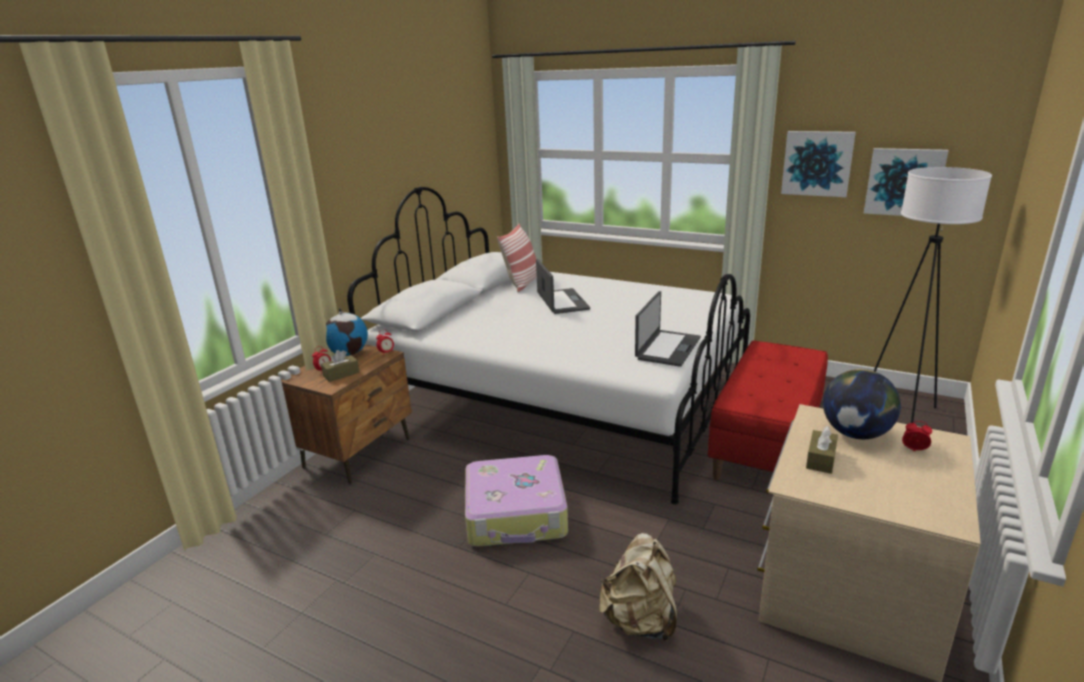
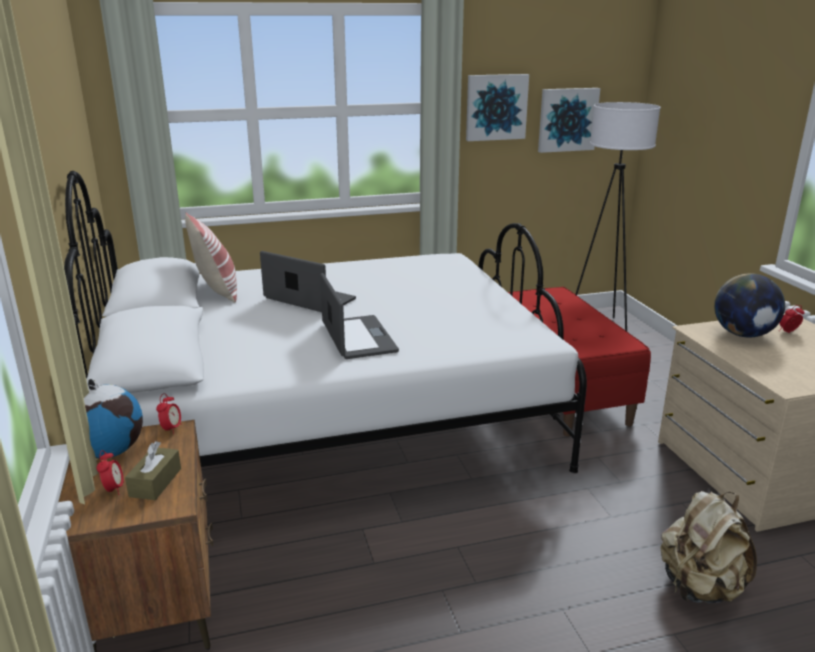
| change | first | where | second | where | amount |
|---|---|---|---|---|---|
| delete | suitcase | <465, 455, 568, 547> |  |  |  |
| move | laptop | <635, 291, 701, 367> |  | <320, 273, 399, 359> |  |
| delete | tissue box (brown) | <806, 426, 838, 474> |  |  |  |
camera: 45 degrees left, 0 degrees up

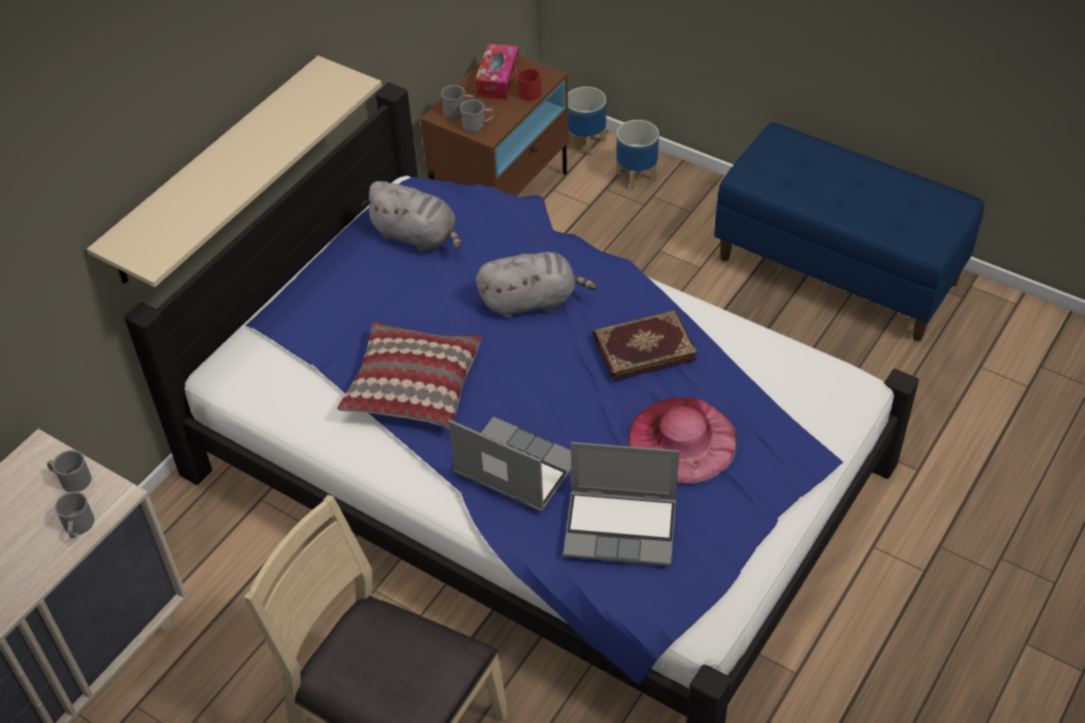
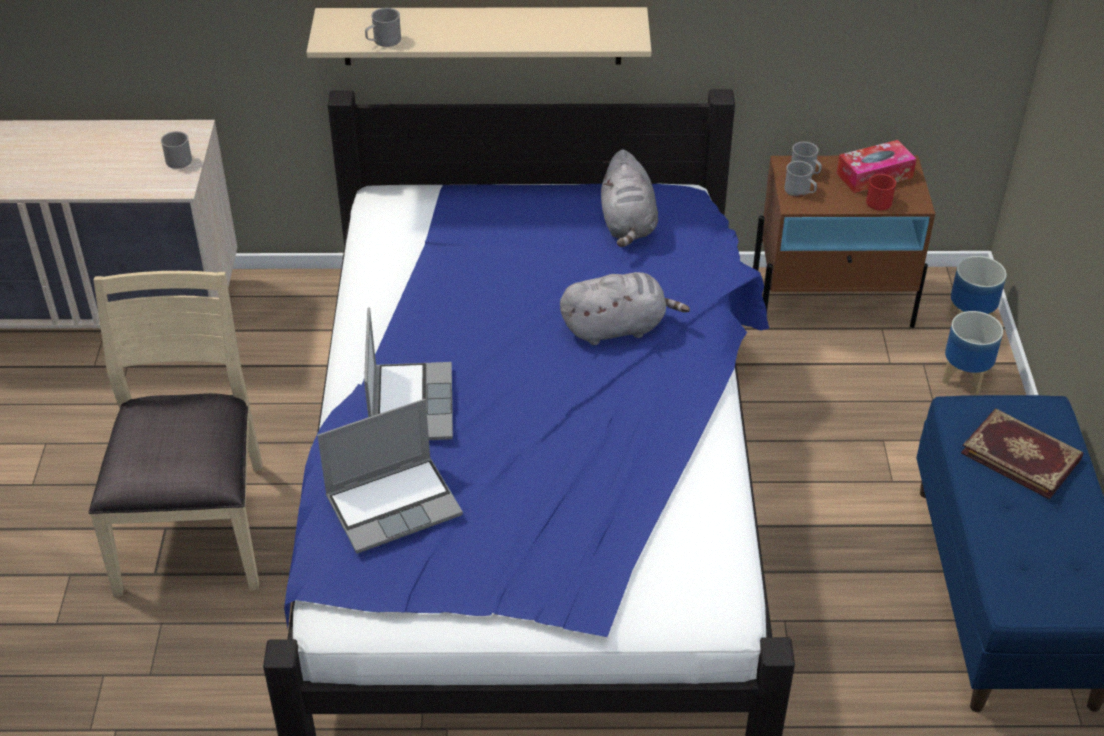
| change | first | where | second | where | amount |
|---|---|---|---|---|---|
| move | mug (grey) | <55, 491, 94, 538> |  | <365, 8, 401, 47> |  |
| delete | pillow | <337, 322, 482, 429> |  |  |  |
| rotate | plush toy (grey) | <476, 252, 597, 318> |  | <560, 272, 690, 345> | 60 degrees counterclockwise |
| rotate | laptop | <563, 442, 679, 566> |  | <317, 399, 463, 554> | 90 degrees counterclockwise |
| move | book | <593, 310, 697, 381> |  | <961, 408, 1084, 500> |  |
| delete | hat (pink) | <628, 397, 738, 484> |  |  |  |
camera: 55 degrees right, 5 degrees down

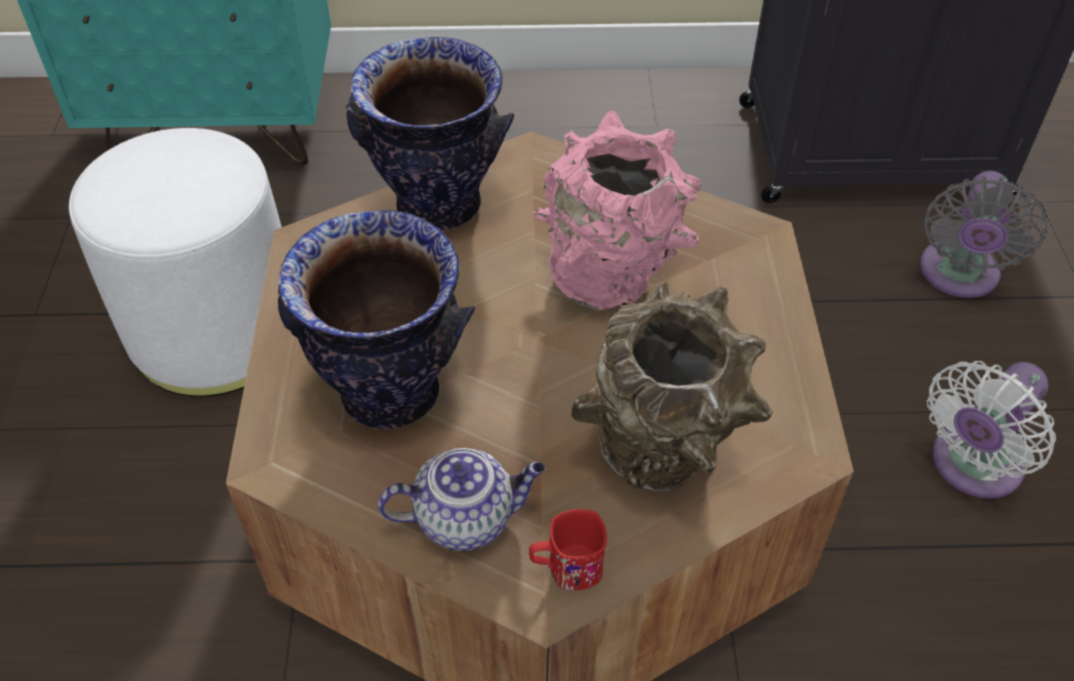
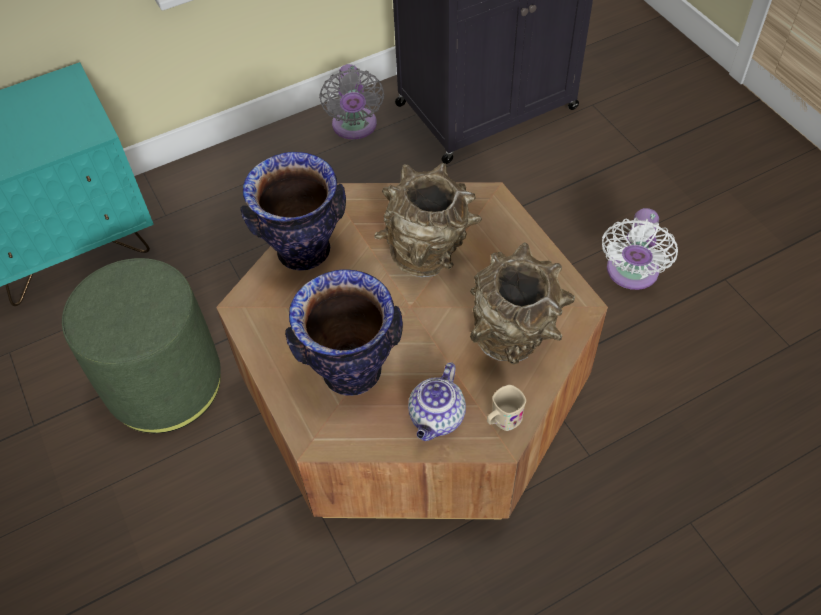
| change | first | where | second | where | amount |
|---|---|---|---|---|---|
| recolor | ottoman (white) | <69, 128, 282, 397> | ottoman (green) | <62, 258, 221, 433> |  |
| rotate | teapot | <378, 448, 545, 551> |  | <408, 362, 466, 441> | 150 degrees clockwise |
| recolor | mug (red) | <529, 509, 607, 590> | mug (beige) | <487, 385, 526, 431> |  |
| recolor | vase (pink) | <533, 111, 701, 310> | vase (brown) | <374, 163, 482, 277> |  |
| move | fan (grey) | <920, 171, 1047, 298> |  | <319, 64, 384, 140> |  |
camera: 25 degrees left, 5 degrees up

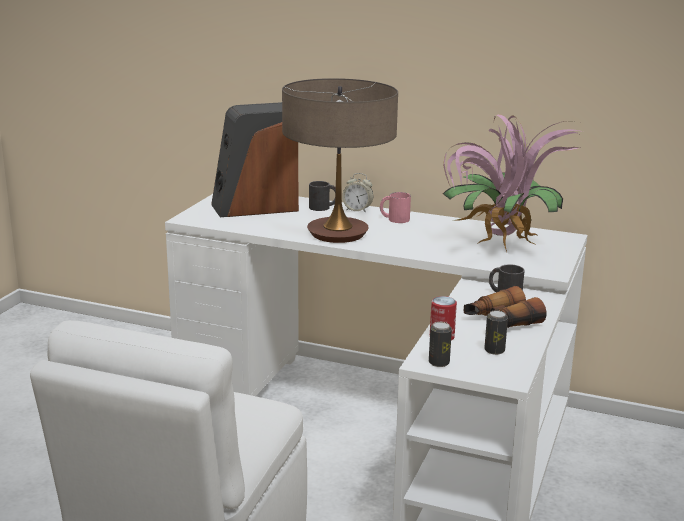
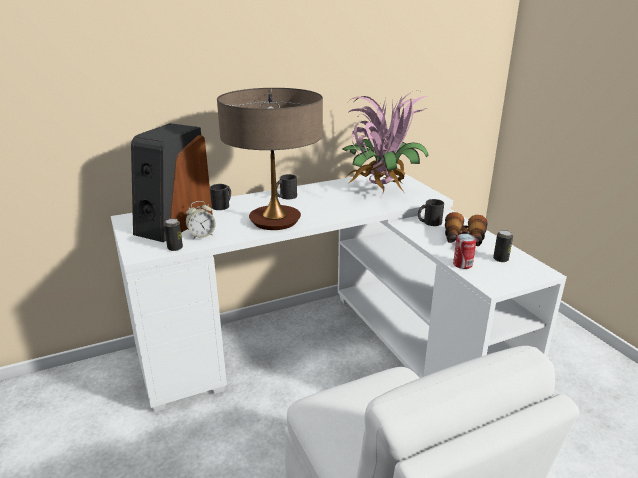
| change | first | where | second | where | amount |
|---|---|---|---|---|---|
| move | alarm clock | <342, 173, 373, 213> |  | <186, 201, 216, 239> |  |
| recolor | mug (pink) | <380, 192, 411, 223> | mug (black) | <276, 174, 297, 200> |  |
| move | can | <429, 322, 452, 367> |  | <164, 219, 183, 251> |  |
camera: 45 degrees left, 5 degrees up

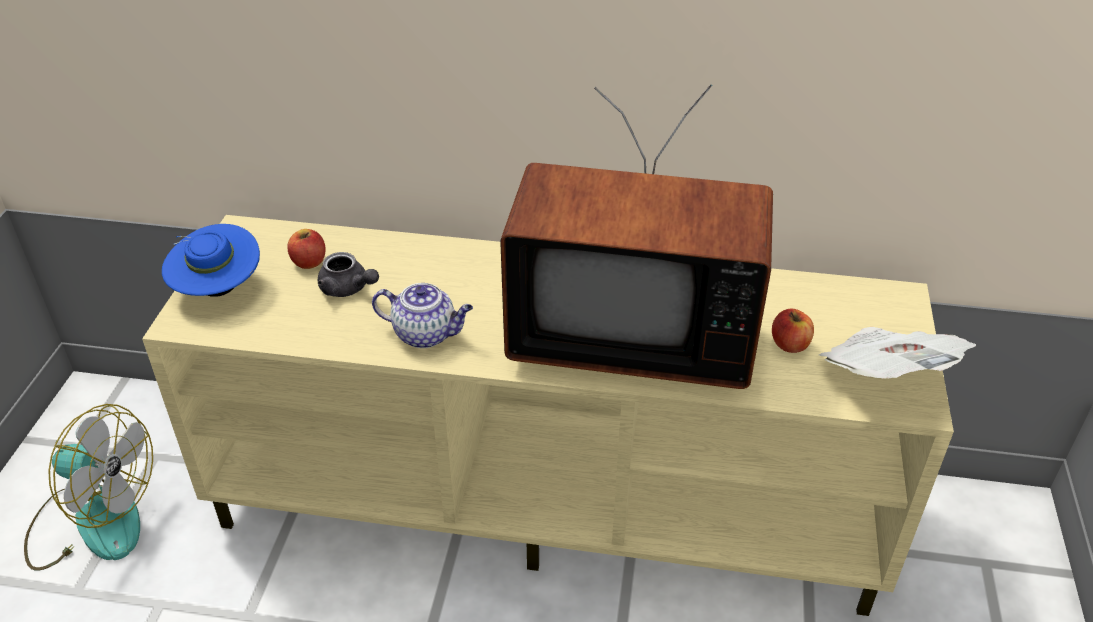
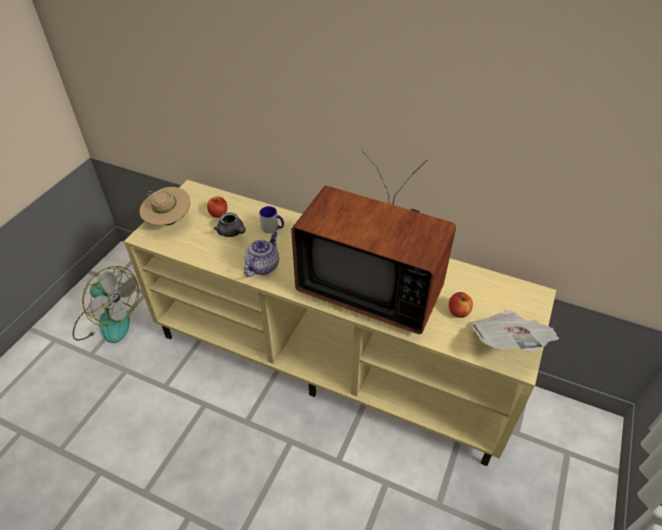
| change | first | where | second | where | amount |
|---|---|---|---|---|---|
| recolor | hat (blue) | <162, 224, 260, 297> | hat (beige) | <139, 187, 190, 225> |  |
| rotate | teapot | <372, 283, 473, 348> |  | <244, 232, 279, 277> | 90 degrees counterclockwise |
| insert |  |  | mug | <259, 206, 284, 233> |  |
camera: 15 degrees right, 5 degrees up

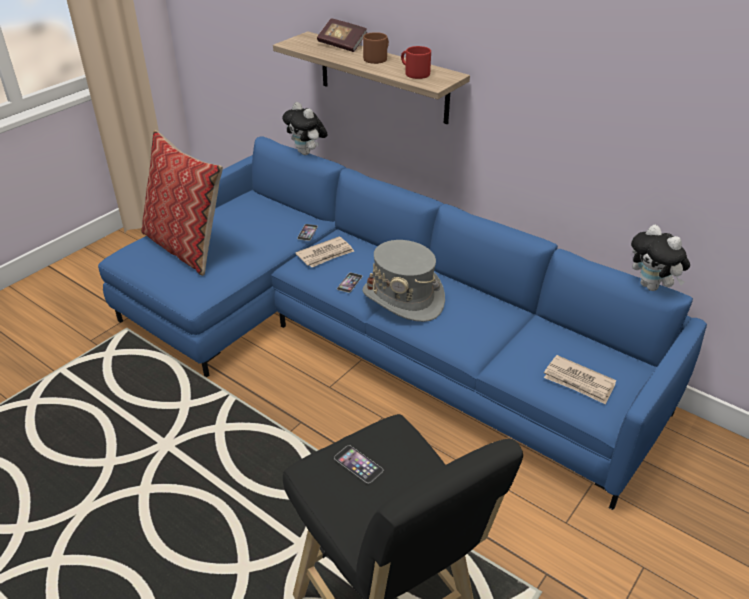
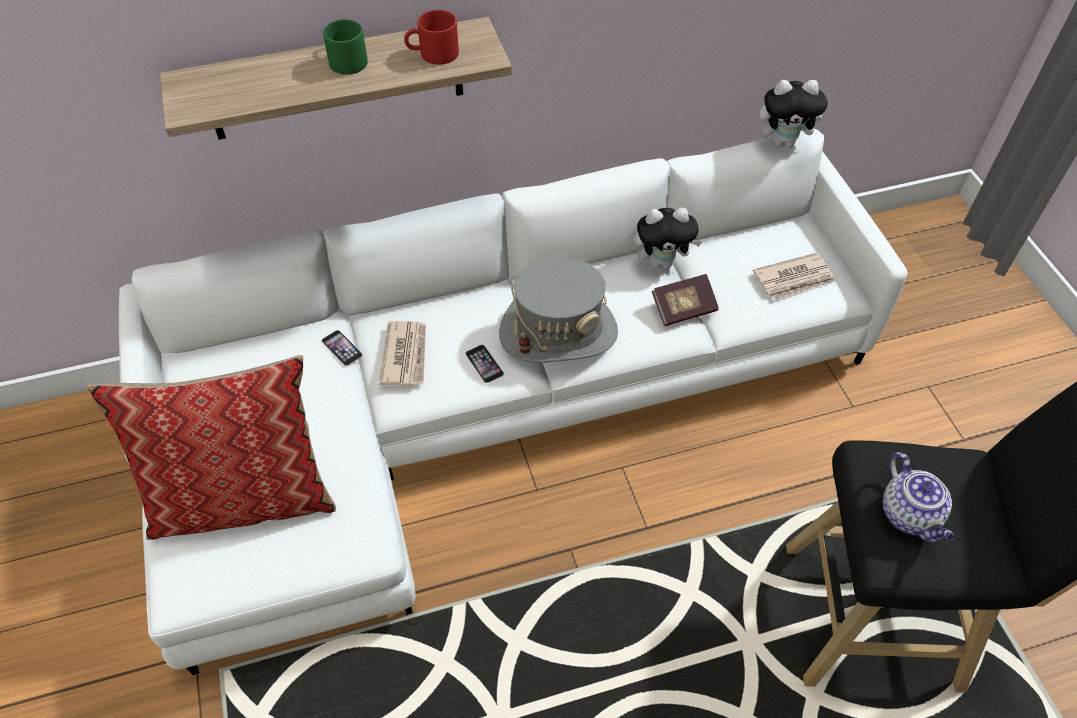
| change | first | where | second | where | amount |
|---|---|---|---|---|---|
| recolor | sofa (blue) | <98, 137, 707, 510> | sofa (white) | <119, 129, 908, 675> |  |
| move | plush toy | <282, 102, 328, 155> |  | <634, 208, 702, 268> |  |
| move | book | <317, 18, 367, 52> |  | <652, 274, 719, 326> |  |
| replace | phone | <334, 445, 383, 484> | teapot | <883, 452, 954, 543> |  |
| recolor | mug (brown) | <363, 32, 389, 64> | mug (green) | <323, 19, 368, 75> |  |
camera: 55 degrees left, 15 degrees up

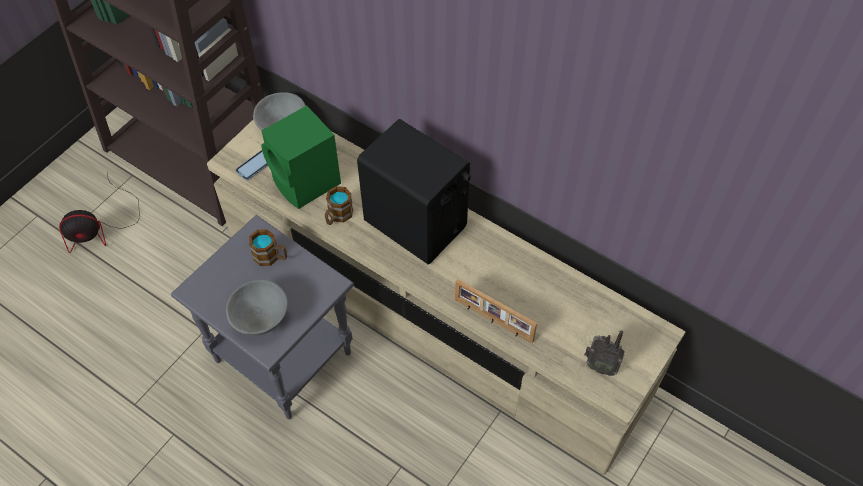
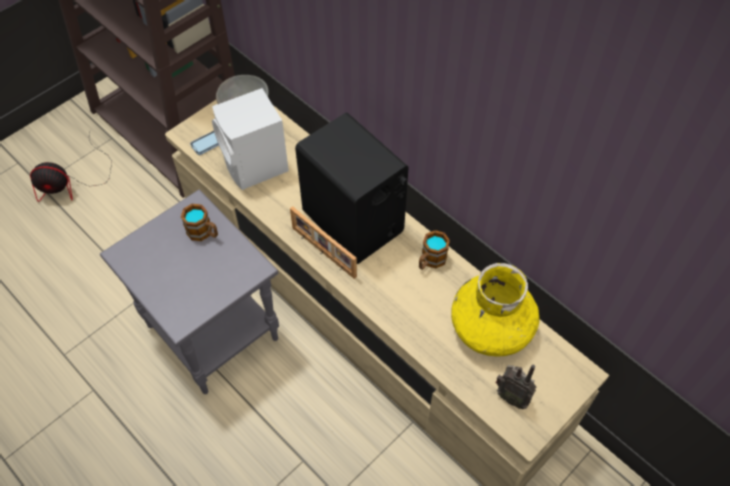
| change | first | where | second | where | amount |
|---|---|---|---|---|---|
| delete | bowl (grey) | <226, 280, 288, 336> |  |  |  |
| recolor | speaker (green) | <261, 106, 341, 209> | speaker (white) | <212, 88, 289, 190> |  |
| move | mug | <325, 186, 353, 225> |  | <419, 230, 450, 270> |  |
| move | picture frame | <455, 279, 537, 343> |  | <290, 206, 357, 279> |  |
| insert |  |  | vase (yellow) | <451, 263, 539, 357> |  |
camera: 10 degrees right, 0 degrees up

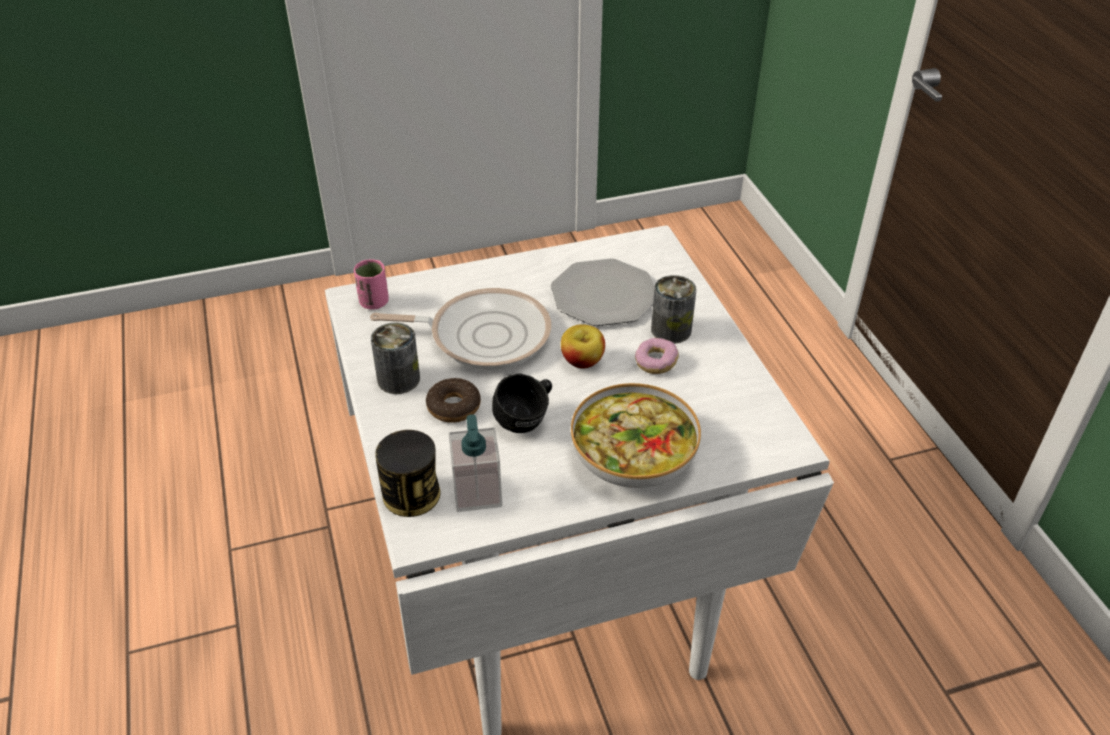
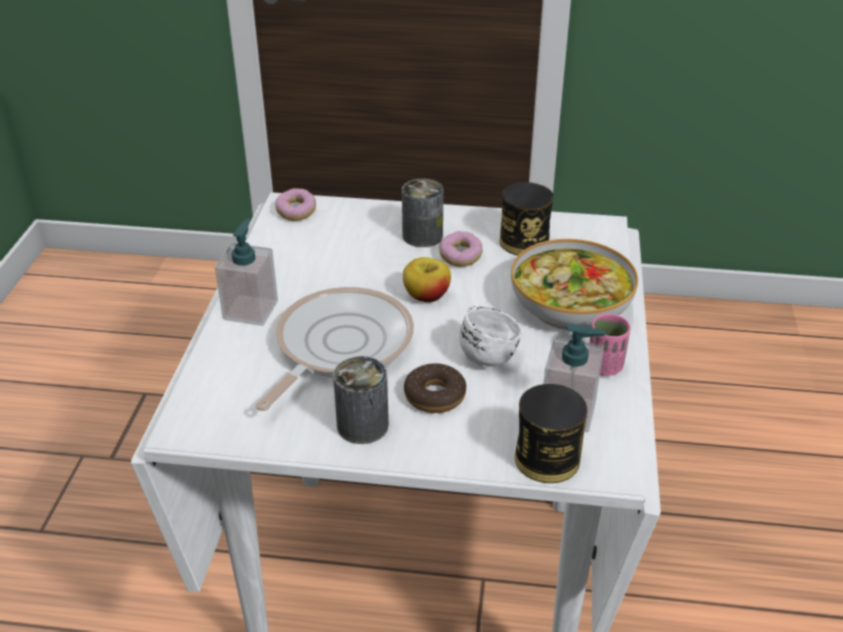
| change | first | where | second | where | amount |
|---|---|---|---|---|---|
| move | cup (pink) | <354, 259, 389, 310> |  | <589, 314, 631, 376> |  |
| recolor | mug (black) | <492, 373, 552, 433> | mug (white) | <459, 306, 523, 368> |  |
| delete | plate | <551, 258, 655, 326> |  |  |  |
| insert |  |  | soap dispenser | <215, 219, 278, 326> |  |
| insert |  |  | donut | <275, 188, 316, 221> |  |
| insert |  |  | can | <500, 182, 554, 255> |  |
camera: 65 degrees left, 5 degrees down

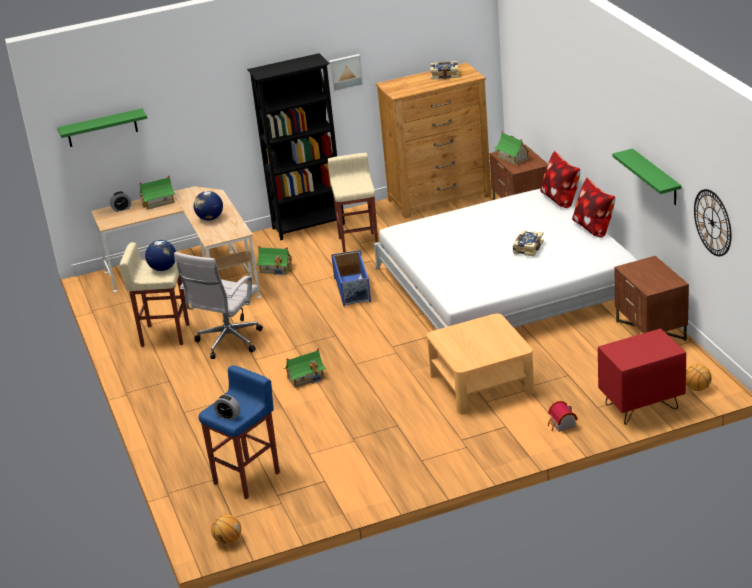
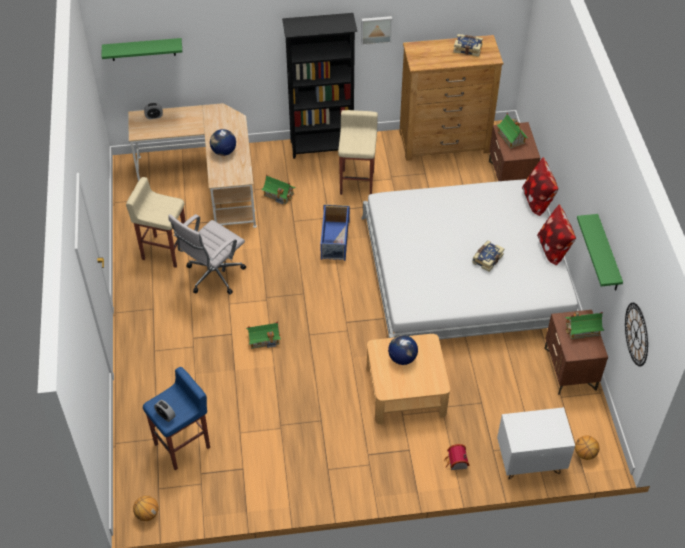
| change | first | where | second | where | amount |
|---|---|---|---|---|---|
| move | toy house | <139, 175, 175, 210> |  | <565, 312, 604, 339> |  |
| move | globe | <145, 240, 176, 271> |  | <388, 335, 418, 365> |  |
| recolor | nightstand (red) | <598, 328, 686, 425> | nightstand (white) | <497, 407, 575, 479> |  |
camera: 10 degrees right, 20 degrees up

